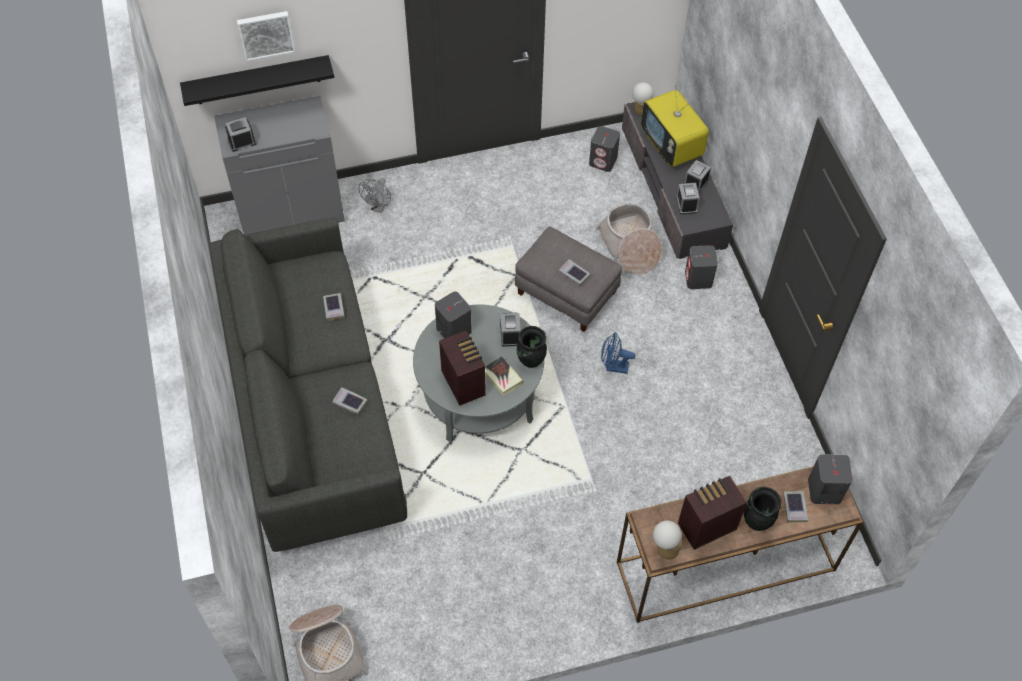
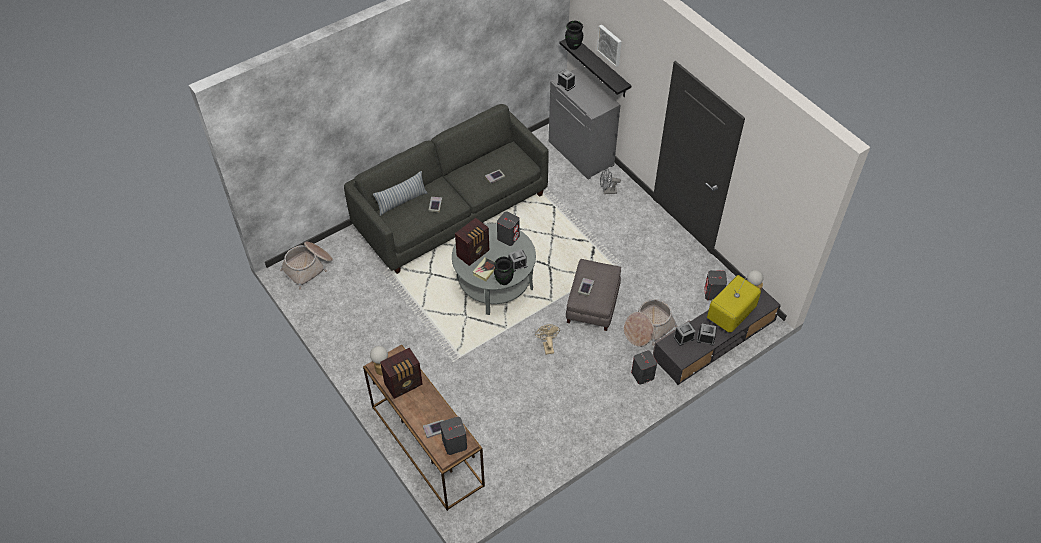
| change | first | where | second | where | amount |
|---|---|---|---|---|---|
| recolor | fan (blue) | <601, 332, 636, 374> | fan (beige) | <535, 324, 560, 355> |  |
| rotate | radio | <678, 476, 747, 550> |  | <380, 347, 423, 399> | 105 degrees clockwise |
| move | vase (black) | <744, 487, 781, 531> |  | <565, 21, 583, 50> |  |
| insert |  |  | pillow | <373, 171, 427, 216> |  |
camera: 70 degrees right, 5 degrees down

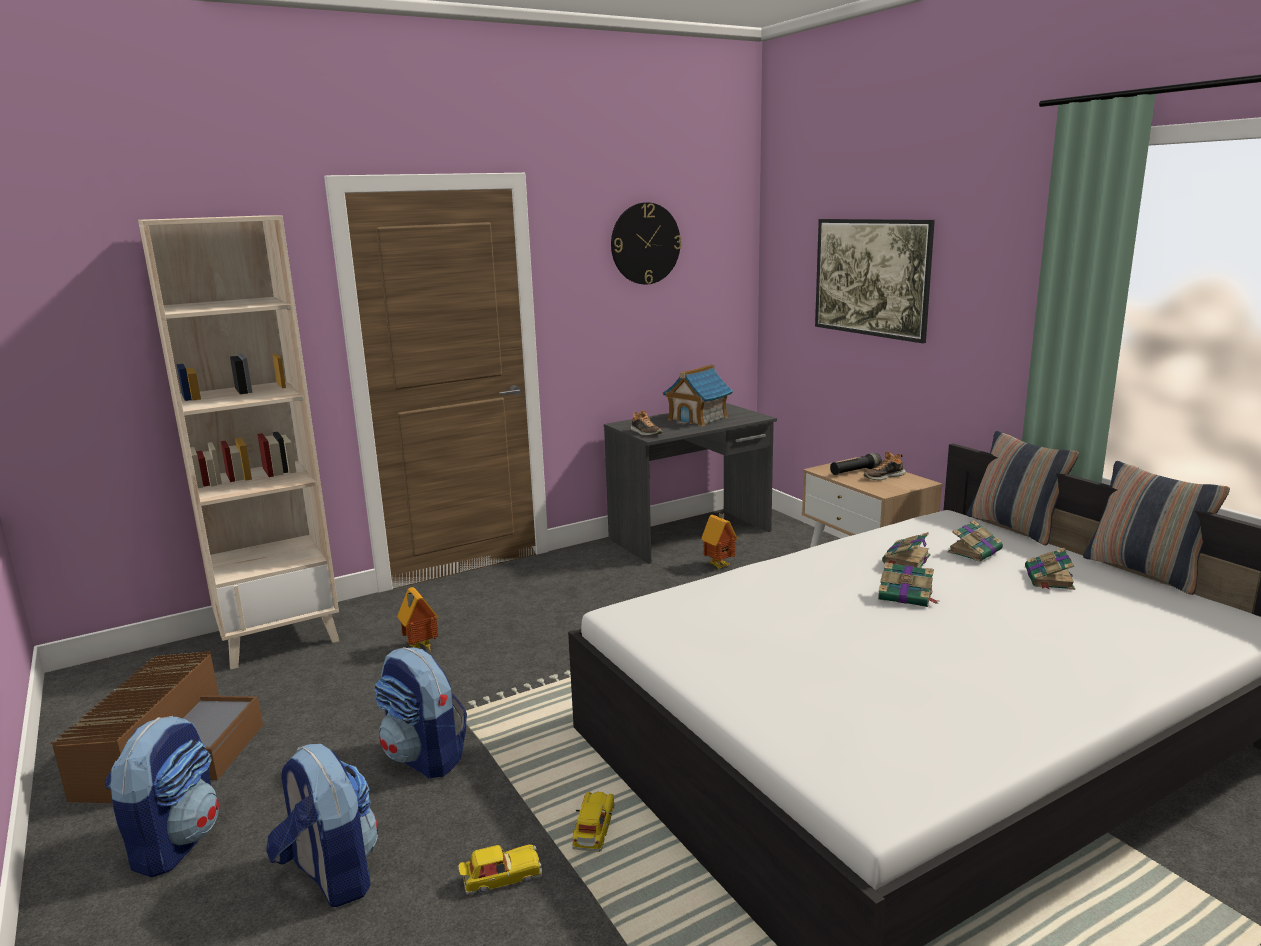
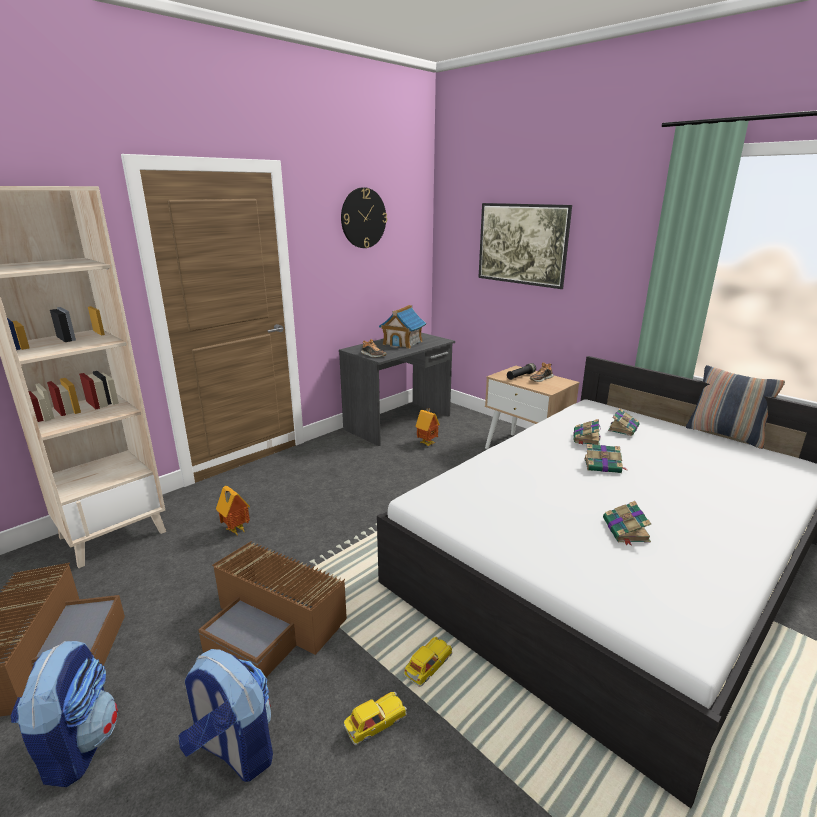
| change | first | where | second | where | amount |
|---|---|---|---|---|---|
| replace | backpack | <374, 647, 467, 779> | storage box (brown) | <198, 541, 347, 677> |  |
| rotate | toy car | <572, 792, 615, 852> |  | <404, 637, 452, 687> | 45 degrees clockwise |
| delete | pillow | <967, 431, 1079, 545> |  |  |  |
| move | book | <1025, 548, 1075, 590> |  | <603, 501, 651, 546> |  |
camera: 15 degrees left, 5 degrees up

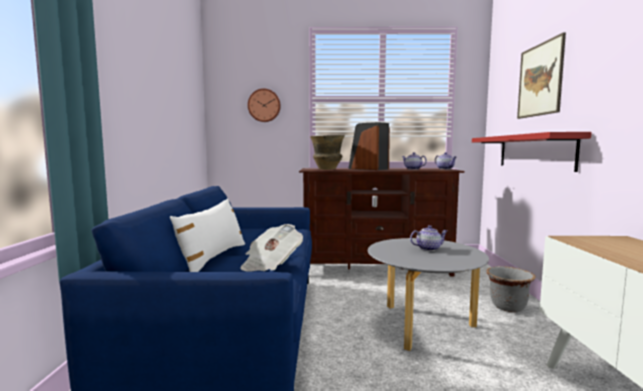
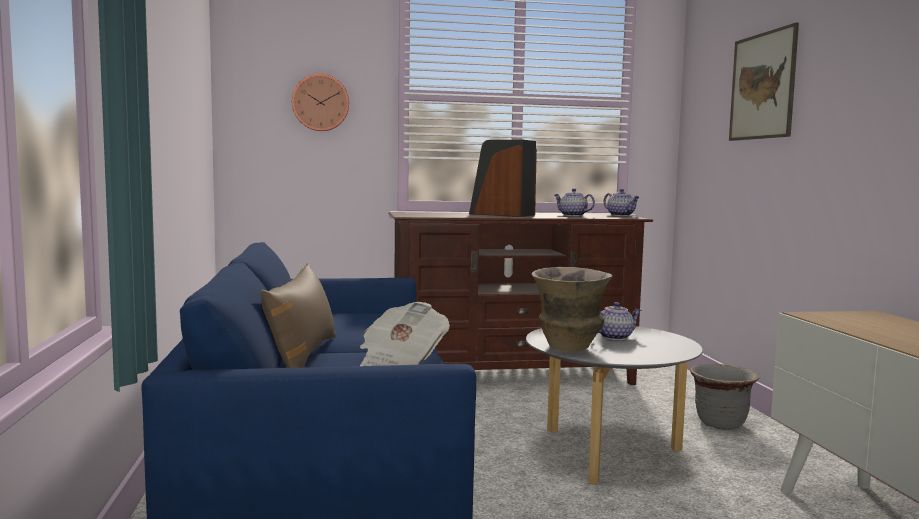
| change | first | where | second | where | amount |
|---|---|---|---|---|---|
| recolor | pillow (white) | <170, 198, 245, 272> | pillow (brown) | <261, 263, 336, 368> |  |
| move | vase | <310, 135, 345, 170> |  | <532, 267, 612, 352> |  |
| delete | shelf (red) | <472, 132, 592, 172> |  |  |  |
camera: 10 degrees left, 0 degrees up

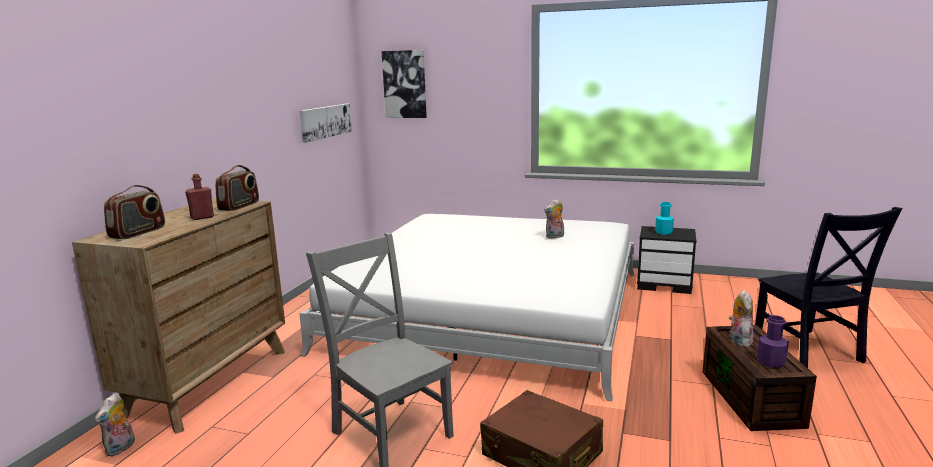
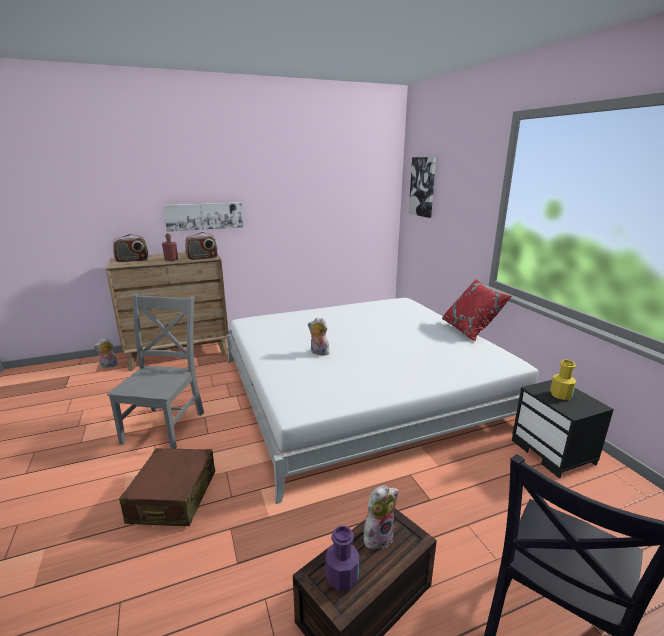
| change | first | where | second | where | amount |
|---|---|---|---|---|---|
| move | picture | <299, 104, 352, 143> |  | <163, 202, 243, 232> |  |
| move | plush toy | <544, 199, 564, 238> |  | <308, 318, 330, 356> |  |
| recolor | bottle (turquoise) | <655, 202, 674, 235> | bottle (yellow) | <550, 360, 576, 400> |  |
| insert |  |  | pillow (red) | <442, 279, 512, 341> |  |
camera: 50 degrees right, 5 degrees up

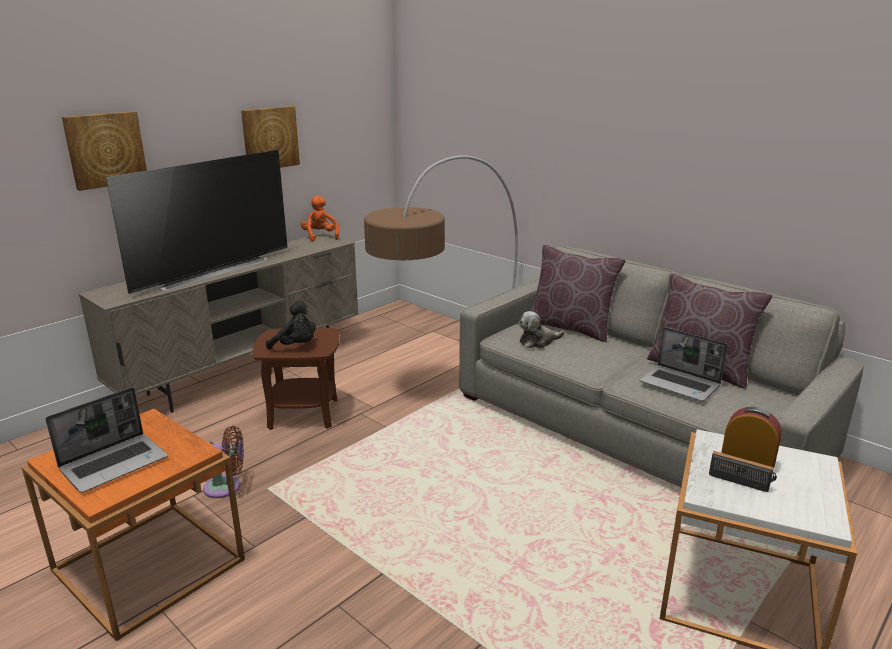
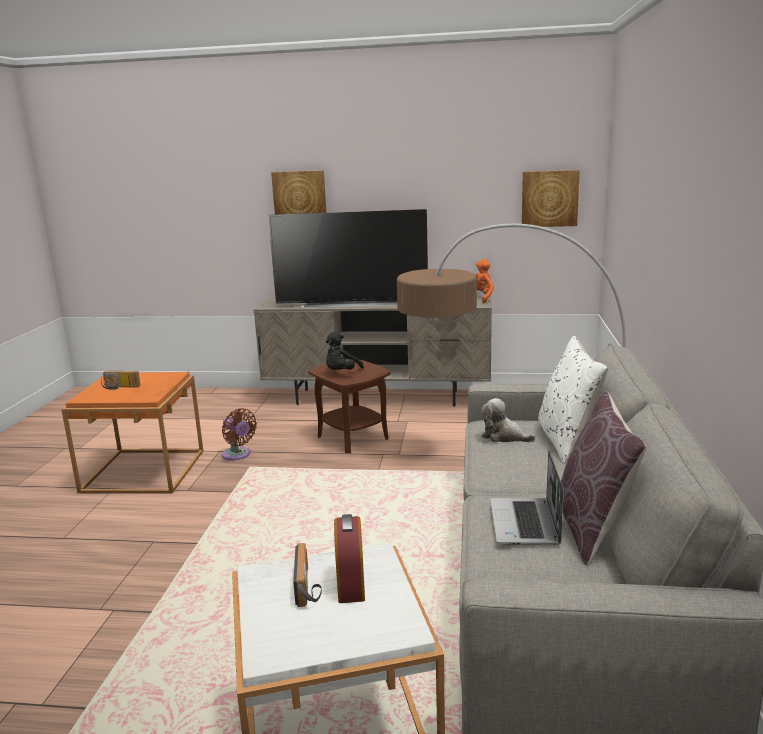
| change | first | where | second | where | amount |
|---|---|---|---|---|---|
| replace | laptop | <45, 387, 168, 493> | radio | <101, 371, 141, 390> |  |
| move | picture | <241, 106, 300, 168> |  | <522, 170, 580, 227> |  |
| rotate | plush toy (black) | <266, 300, 316, 349> |  | <326, 332, 364, 370> | 45 degrees clockwise |
| recolor | pillow (brown) | <531, 245, 626, 342> | pillow (white) | <538, 336, 608, 463> |  |
camera: 55 degrees right, 5 degrees down

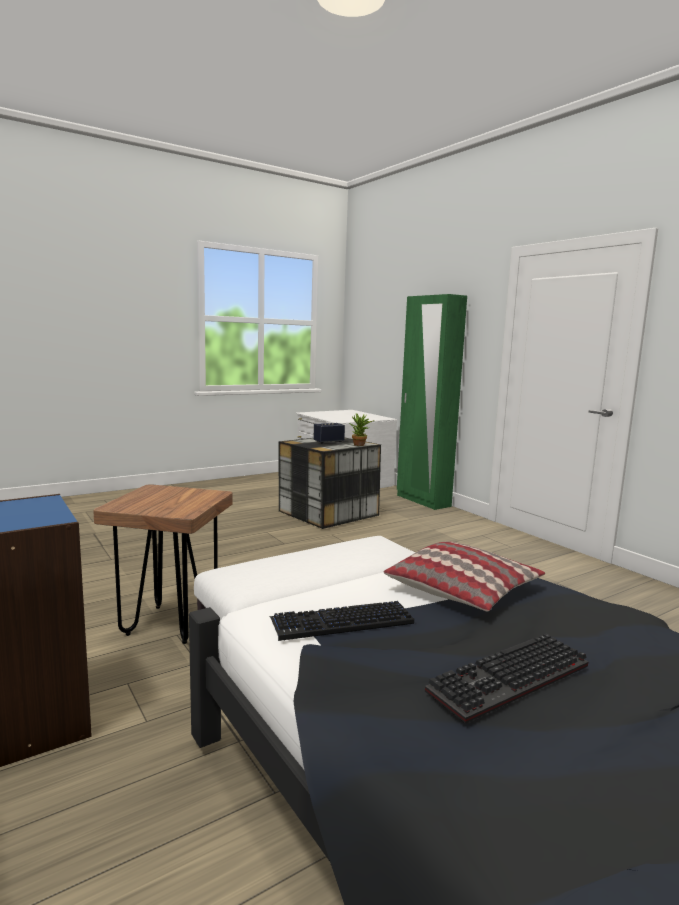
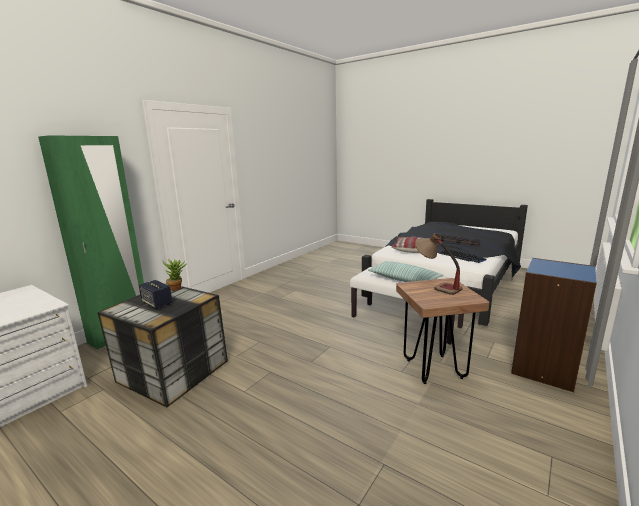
| change | first | where | second | where | amount |
|---|---|---|---|---|---|
| insert |  |  | pillow | <368, 261, 443, 282> |  |
| insert |  |  | table lamp | <415, 233, 463, 295> |  |
camera: 110 degrees left, 5 degrees up

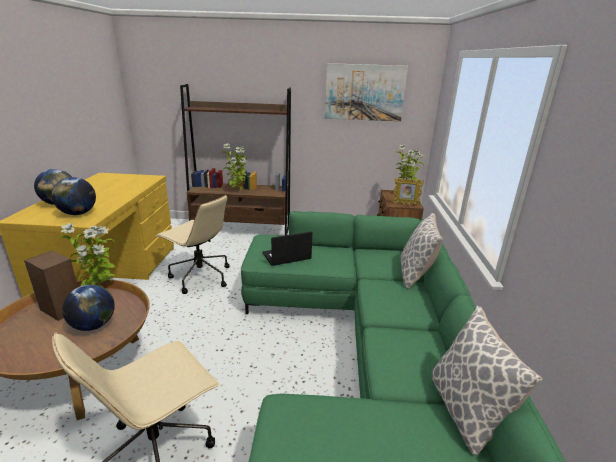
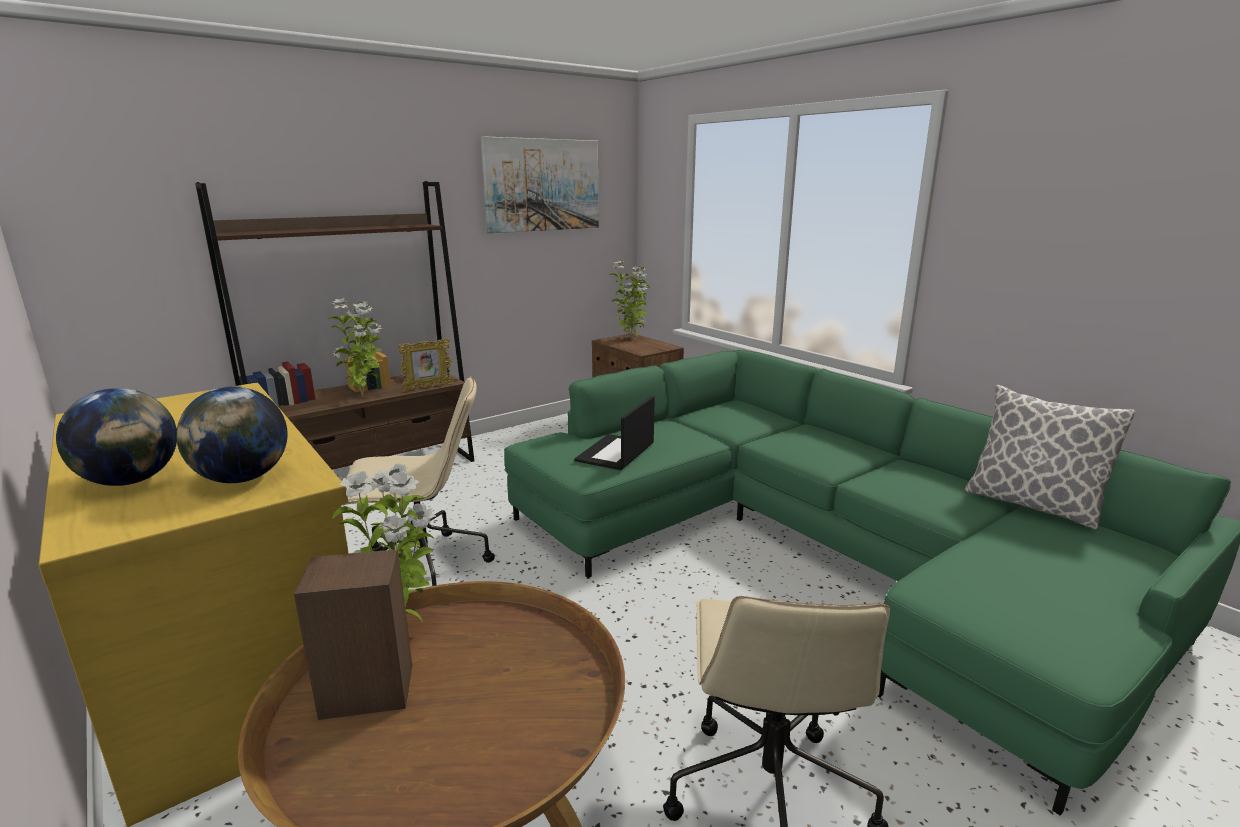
| change | first | where | second | where | amount |
|---|---|---|---|---|---|
| delete | globe | <62, 284, 115, 331> |  |  |  |
| move | picture frame | <392, 178, 424, 205> |  | <398, 339, 453, 390> |  |
| delete | pillow | <401, 213, 443, 289> |  |  |  |
camera: 40 degrees left, 5 degrees down

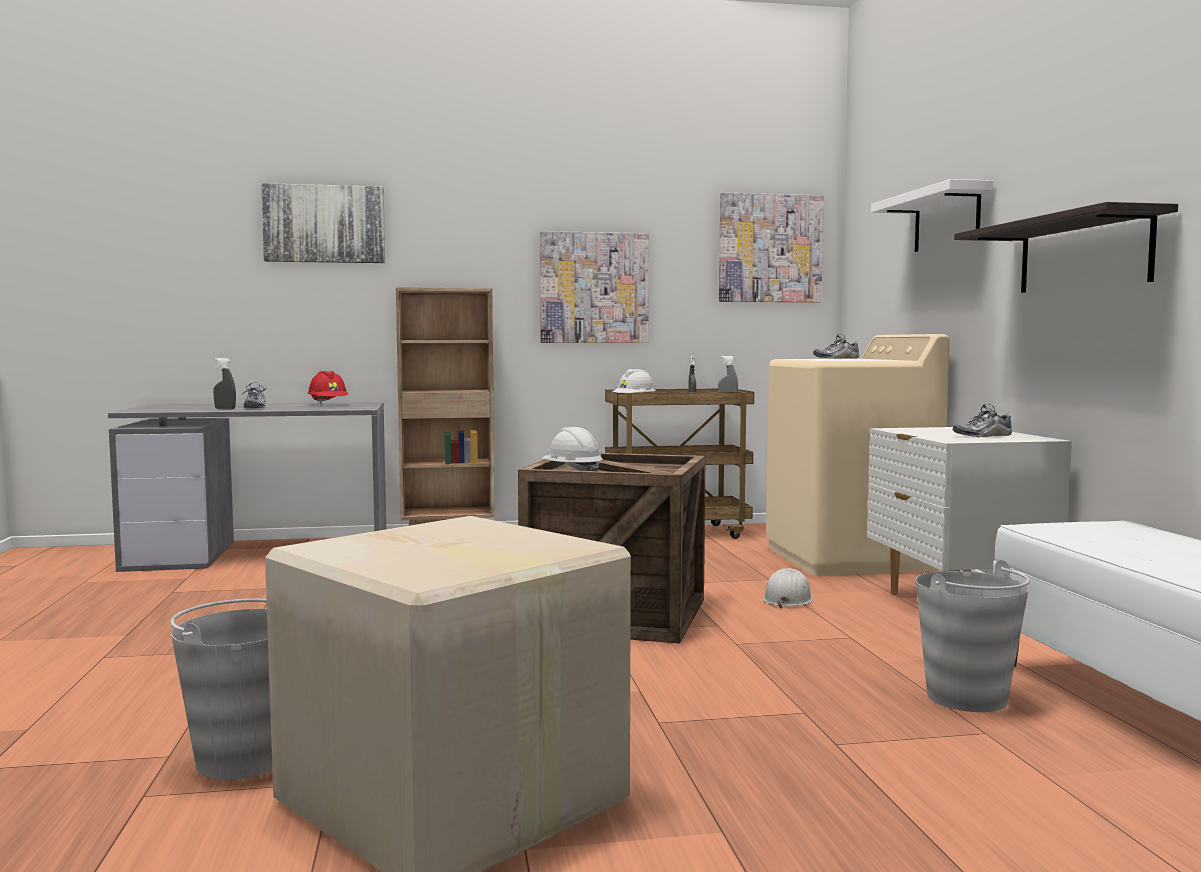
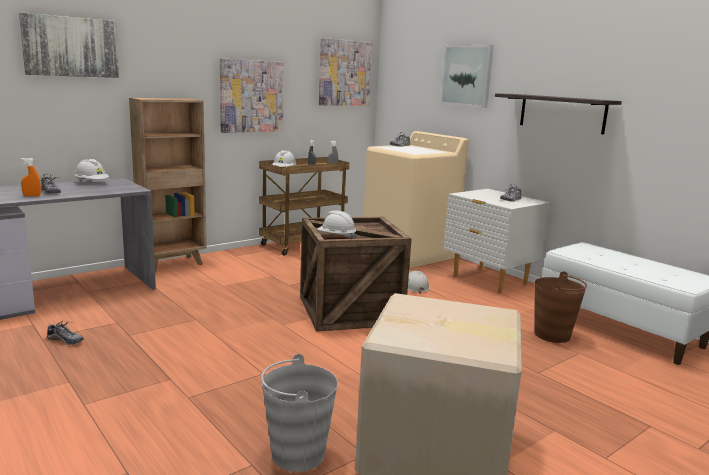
| change | first | where | second | where | amount |
|---|---|---|---|---|---|
| recolor | spray bottle (grey) | <213, 358, 236, 409> | spray bottle (orange) | <21, 158, 41, 196> |  |
| recolor | hard hat (red) | <307, 371, 348, 403> | hard hat (white) | <75, 159, 109, 181> |  |
| replace | shelf (white) | <871, 179, 993, 252> | picture | <440, 45, 494, 108> |  |
| recolor | bucket (grey) | <916, 560, 1030, 712> | bucket (brown) | <534, 271, 587, 343> |  |
| insert |  |  | shoe | <47, 320, 84, 345> |  |
camera: 30 degrees left, 10 degrees up

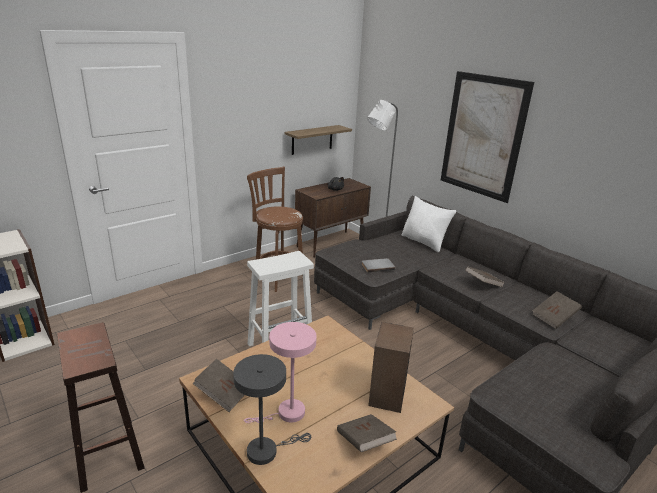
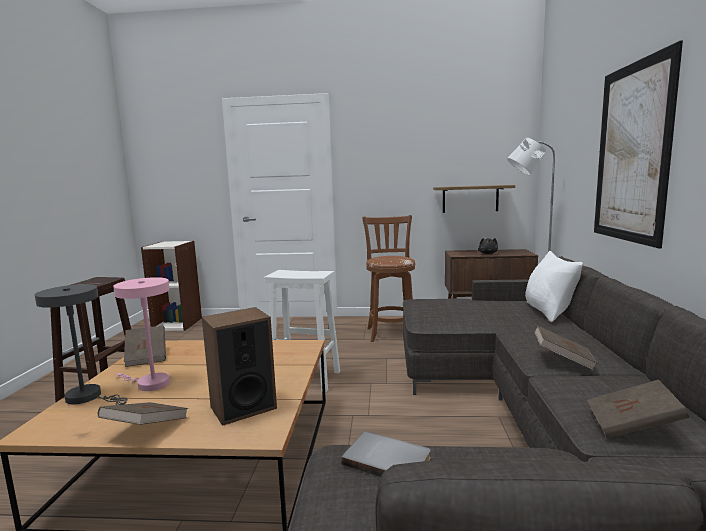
| change | first | where | second | where | amount |
|---|---|---|---|---|---|
| move | book (grey) | <362, 258, 396, 273> |  | <341, 431, 431, 477> |  |
camera: 45 degrees right, 15 degrees down

